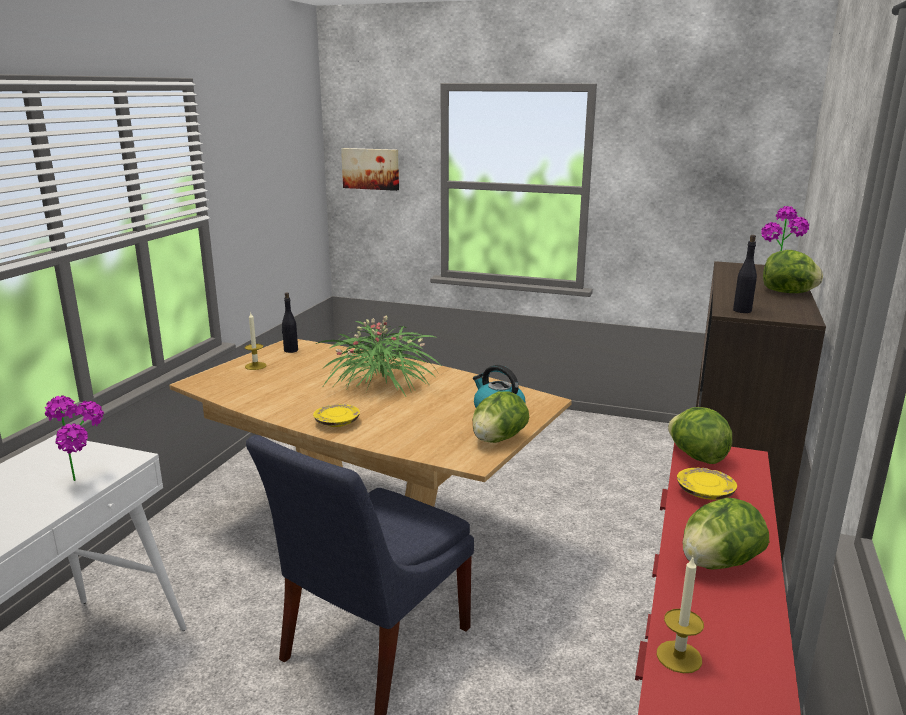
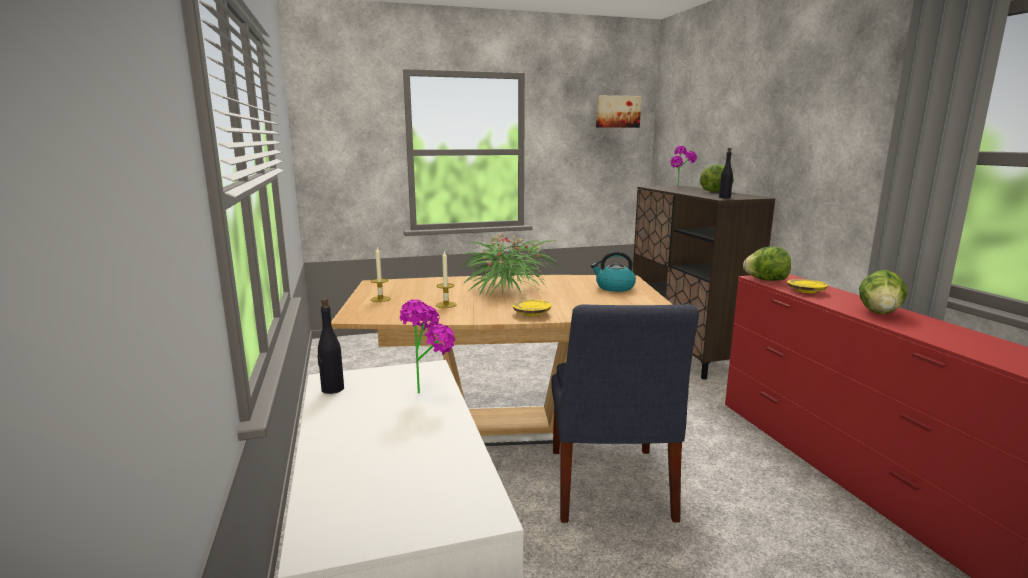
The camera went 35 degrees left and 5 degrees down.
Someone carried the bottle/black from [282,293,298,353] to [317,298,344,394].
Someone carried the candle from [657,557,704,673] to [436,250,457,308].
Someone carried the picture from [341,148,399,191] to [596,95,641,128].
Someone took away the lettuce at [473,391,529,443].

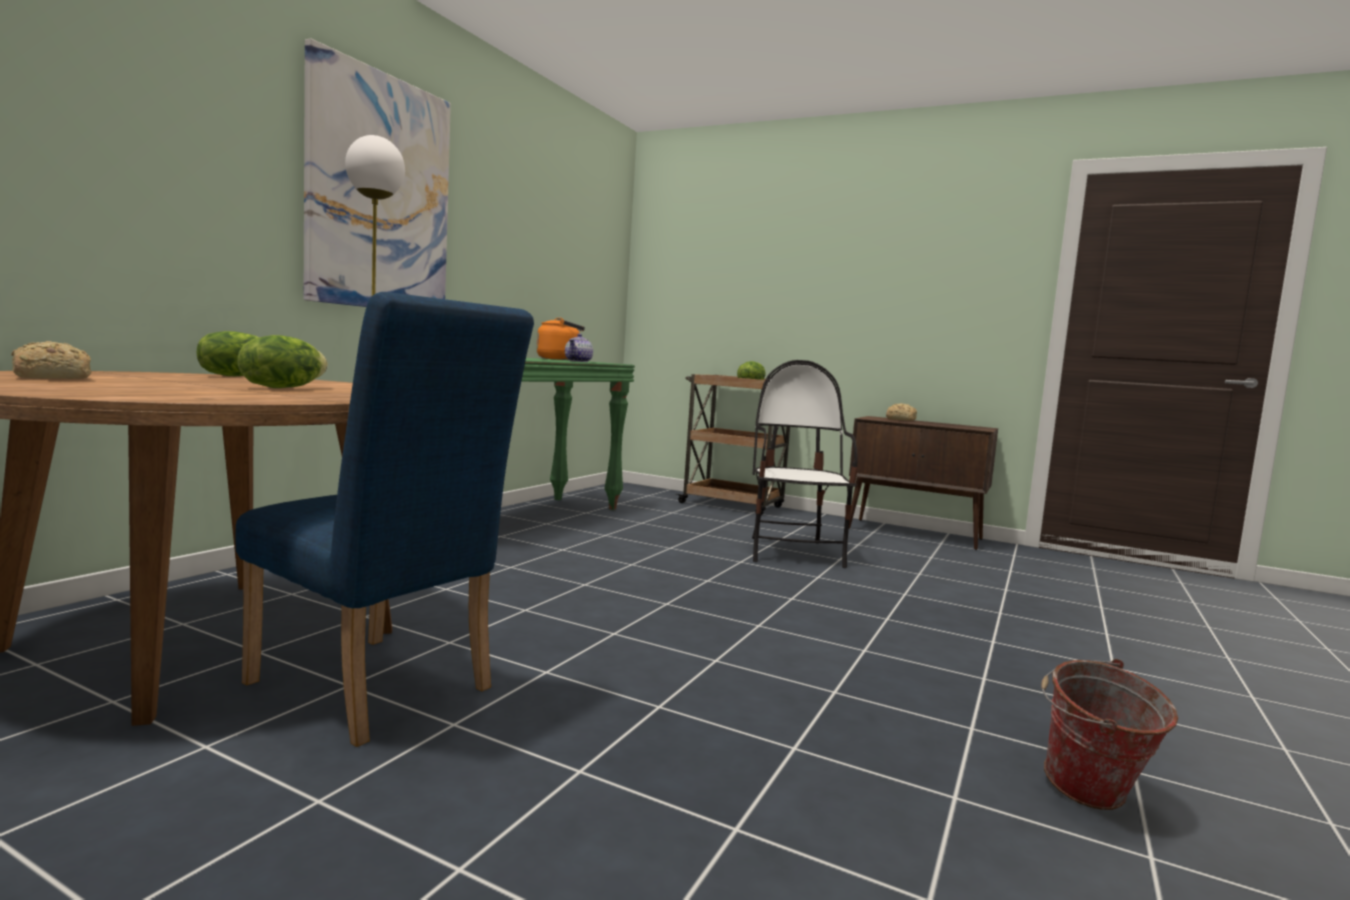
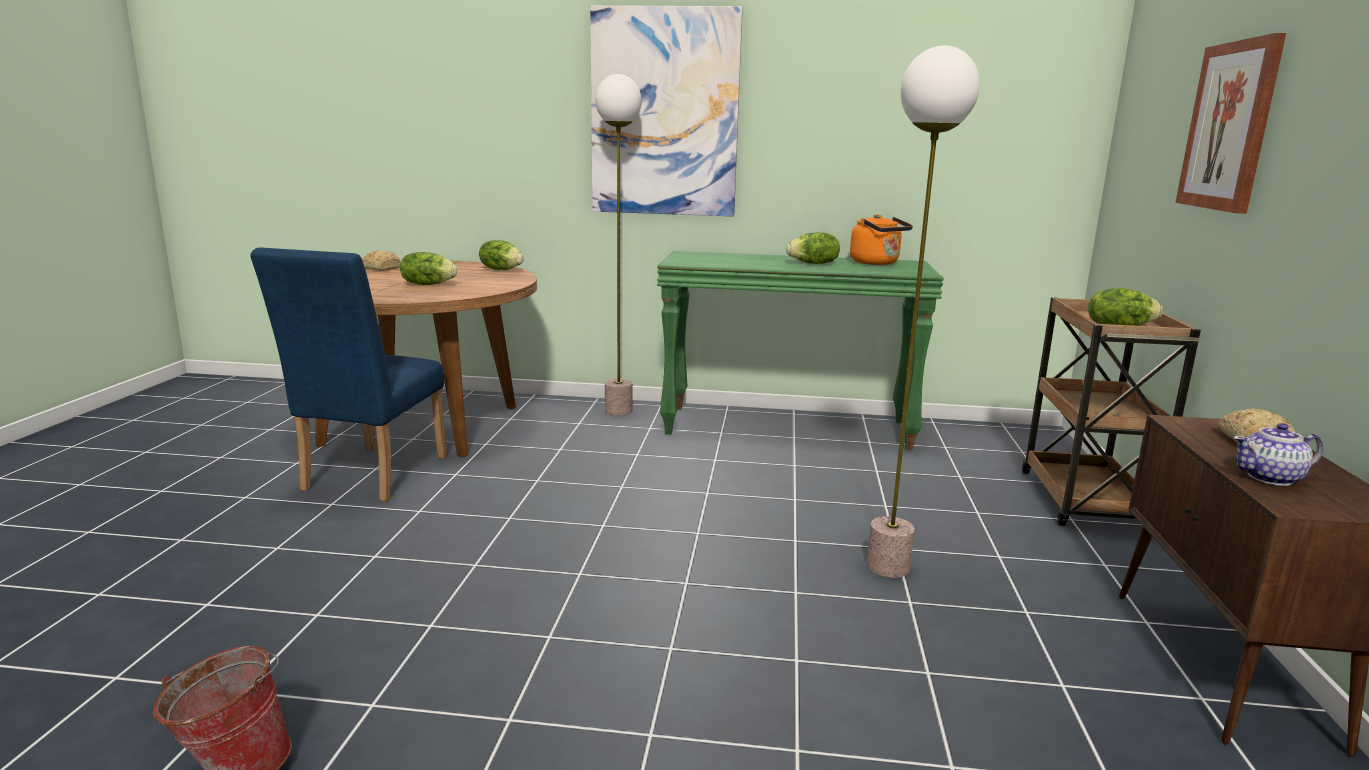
The camera went 70 degrees right and 10 degrees up.
Someone put down the lettuce at [786,232,840,264].
Someone swapped the chair at [752,360,858,568] for the floor lamp at [867,45,980,578].
Someone put up the picture at [1175,33,1286,214].
Someone carried the teapot from [565,334,593,362] to [1233,423,1323,486].

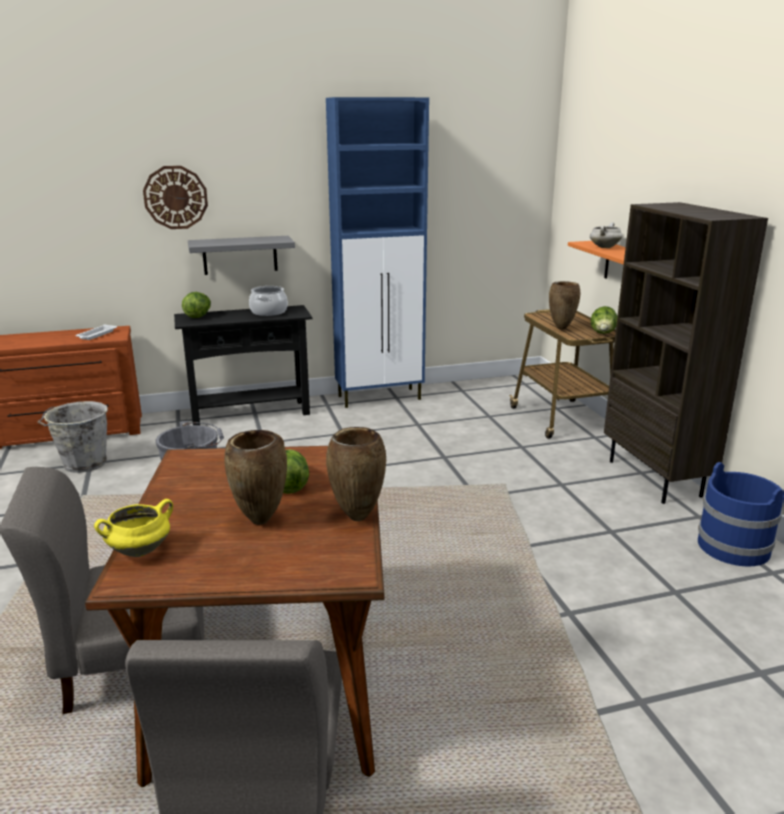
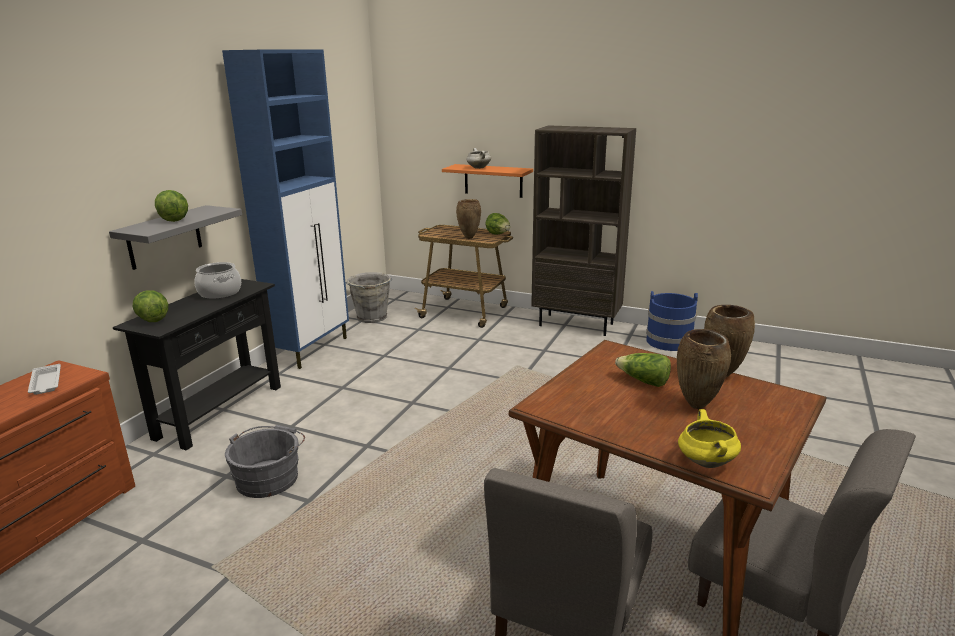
The camera went 50 degrees left and 0 degrees up.
Someone put down the lettuce at [155,190,188,222].
Someone carried the bucket/grey from [37,401,108,473] to [345,272,393,323].
Someone took away the wall clock at [143,166,208,229].

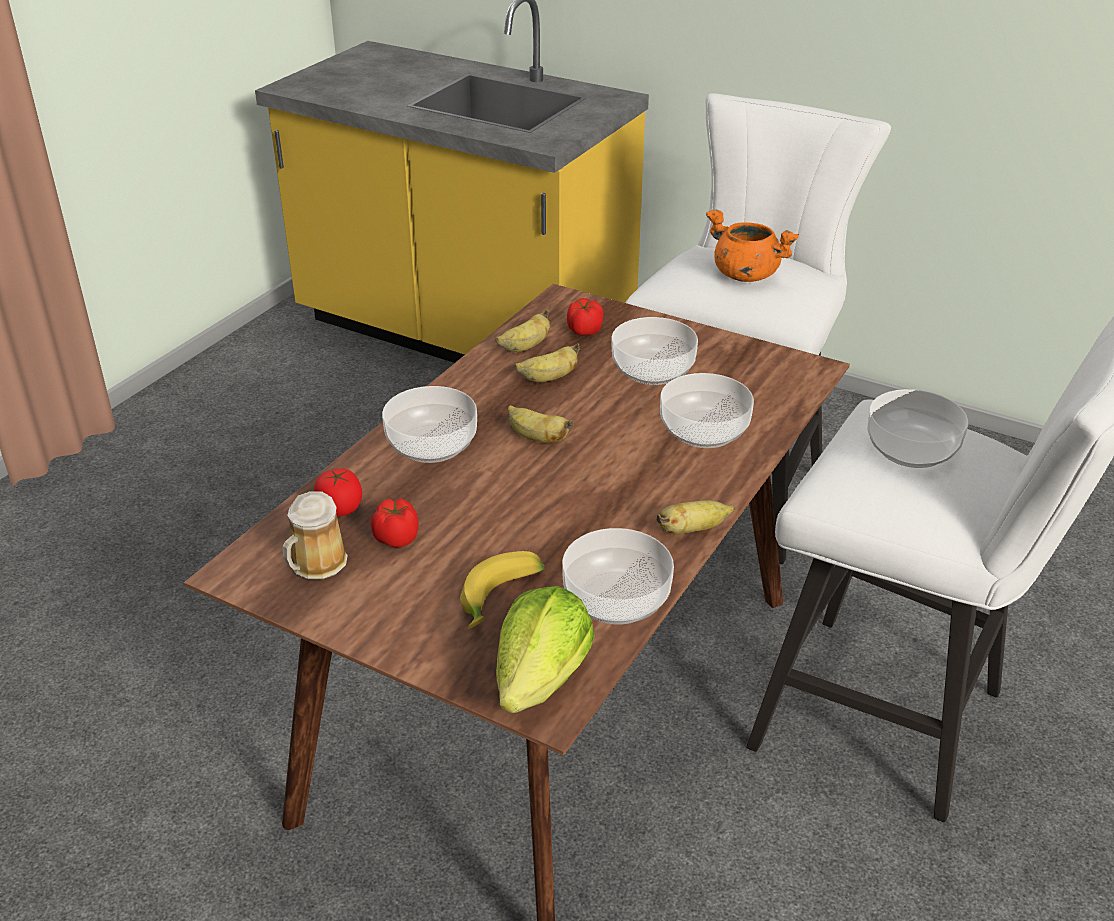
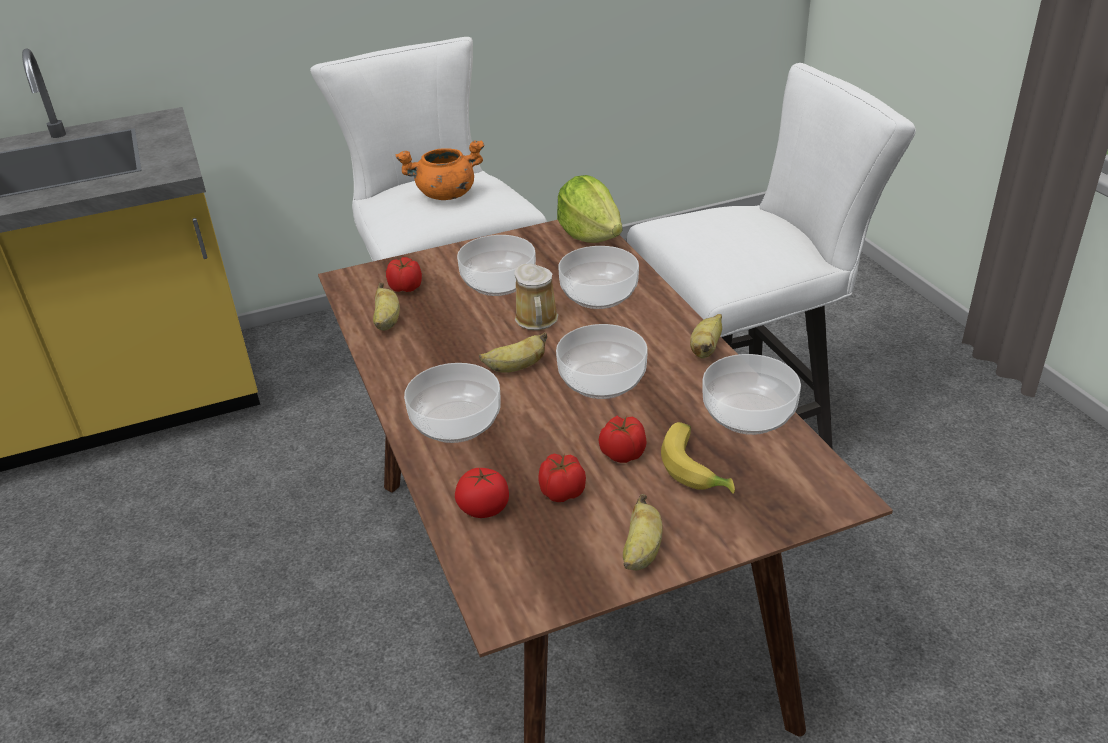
The camera went 50 degrees left and 0 degrees up.
Someone carried the mug from [283,491,348,580] to [514,263,558,330].
Someone carried the bowl from [867,389,968,468] to [556,324,648,399].
Someone carried the lettuce from [496,586,595,713] to [557,175,622,243].
Someone put down the tomato at [599,416,647,463].
Someone carried the banana from [514,343,580,382] to [623,494,663,570].

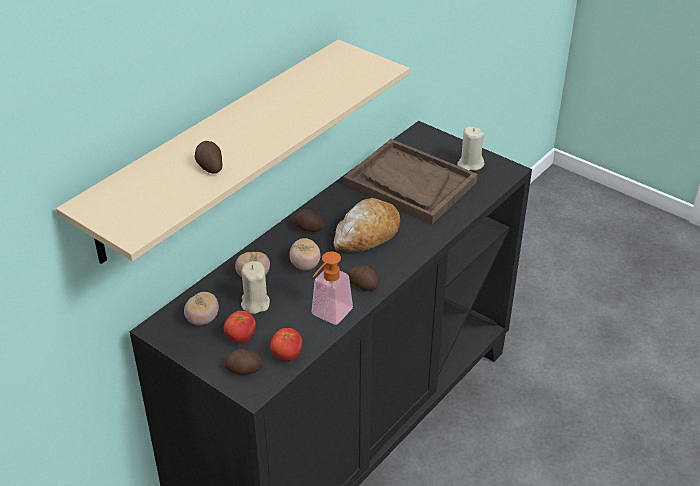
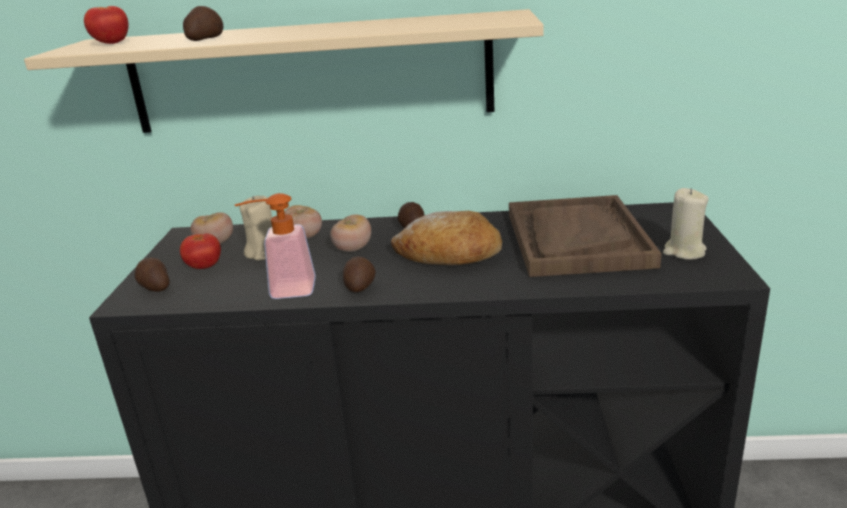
The camera went 55 degrees right and 15 degrees down.
Someone carried the tomato from [270,328,302,361] to [84,6,129,44].

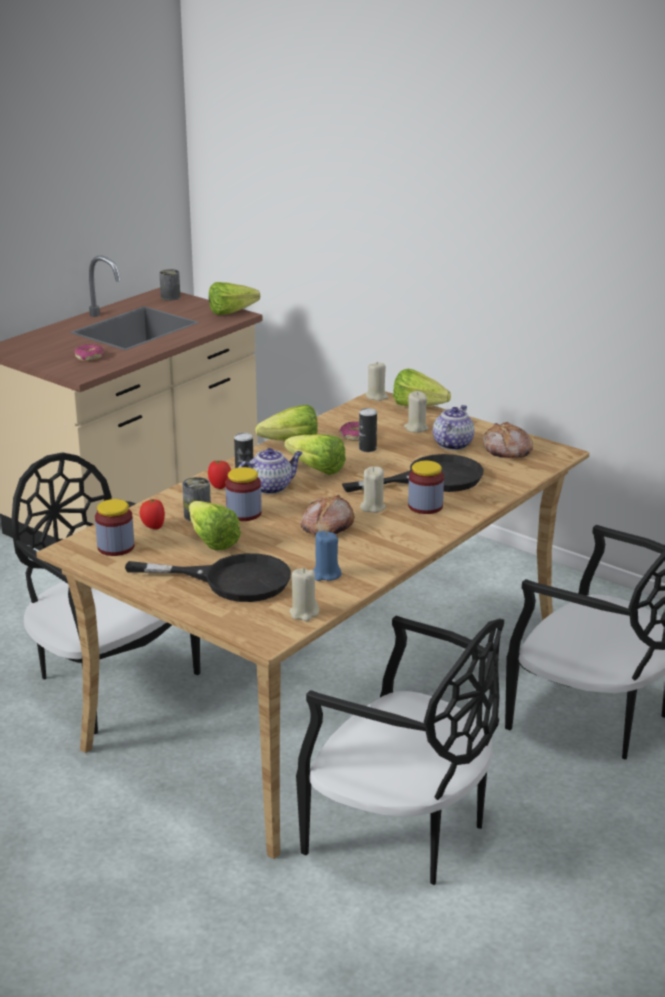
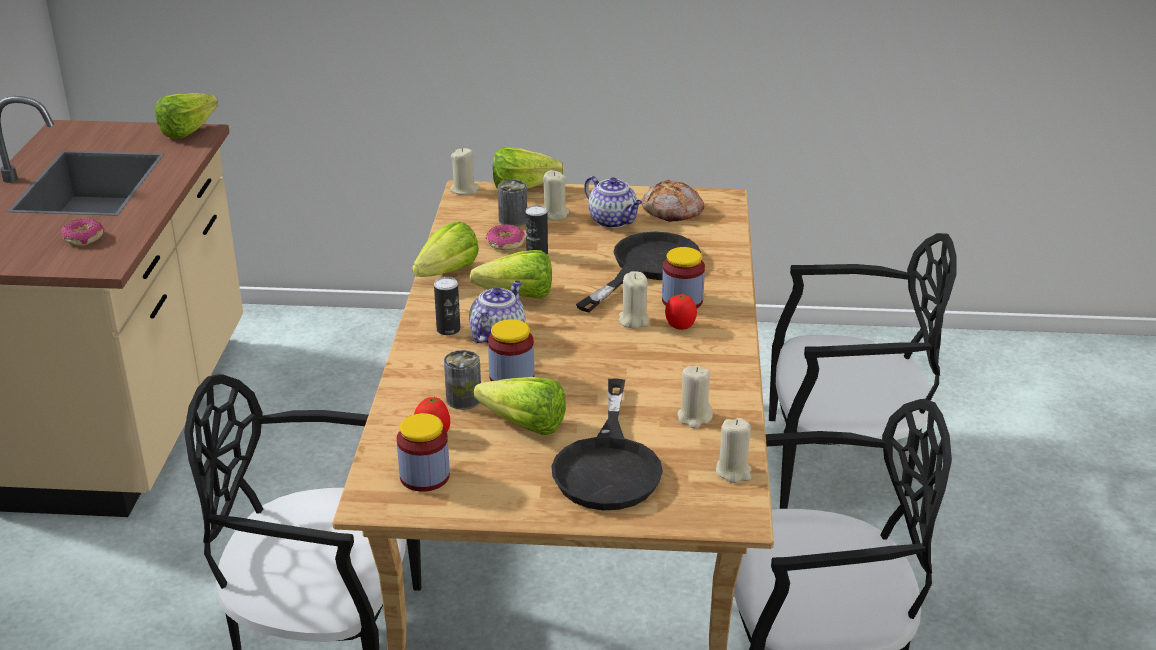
The camera went 35 degrees left and 5 degrees up.
Someone carried the can from [159,269,180,301] to [498,180,527,227].
Someone rotated the frying pan/black at [125,553,291,602] by 120 degrees clockwise.
Someone rotated the teapot at [433,405,475,450] by 150 degrees clockwise.
Someone carried the tomato from [208,460,231,489] to [665,294,697,330].
Someone repainted the candle/blue at [313,531,342,581], which became the candle/beige at [677,366,713,428].
Someone took away the bread at [301,495,355,534].

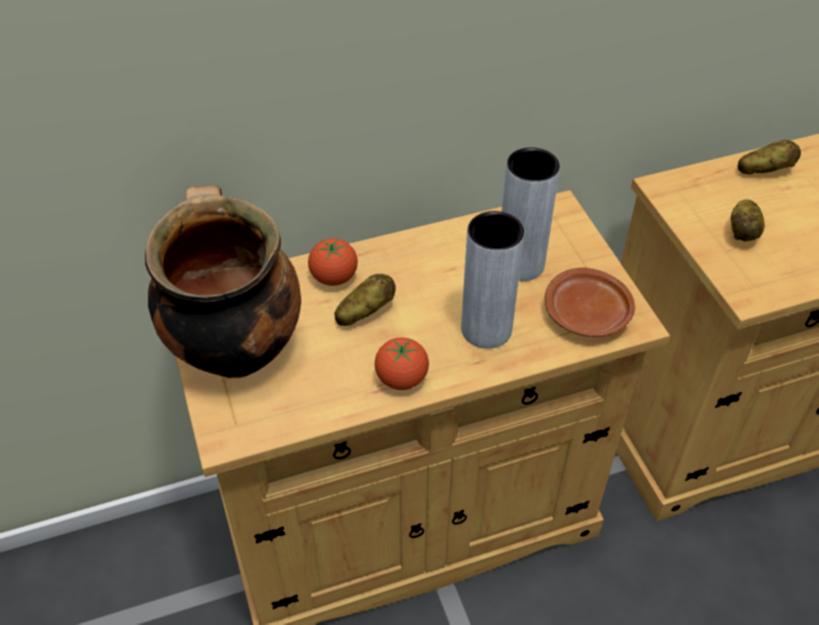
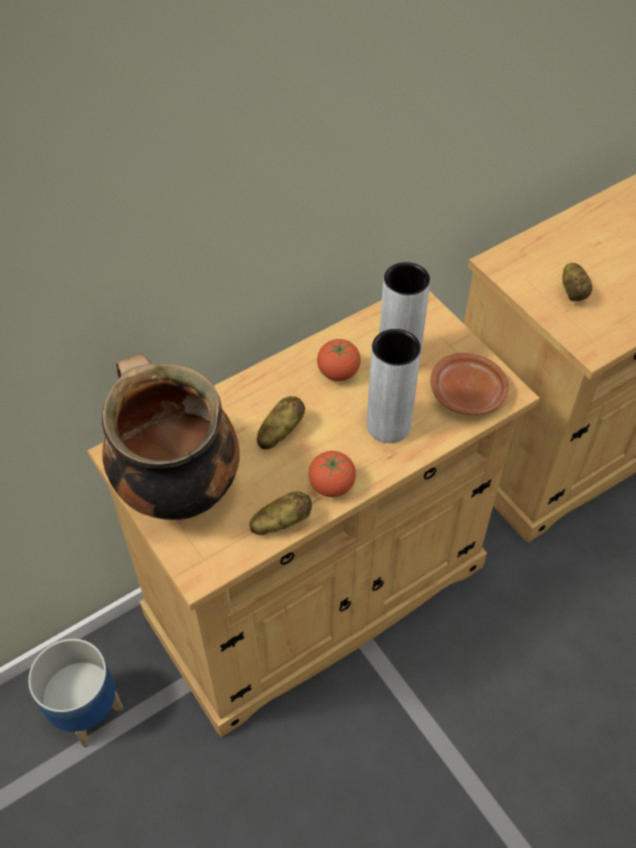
The camera went 15 degrees left and 5 degrees up.
Someone put down the planter at [28,639,123,747].
Someone carried the potato from [738,140,801,174] to [250,492,312,535].
Someone carried the tomato from [308,238,358,286] to [317,339,361,381].

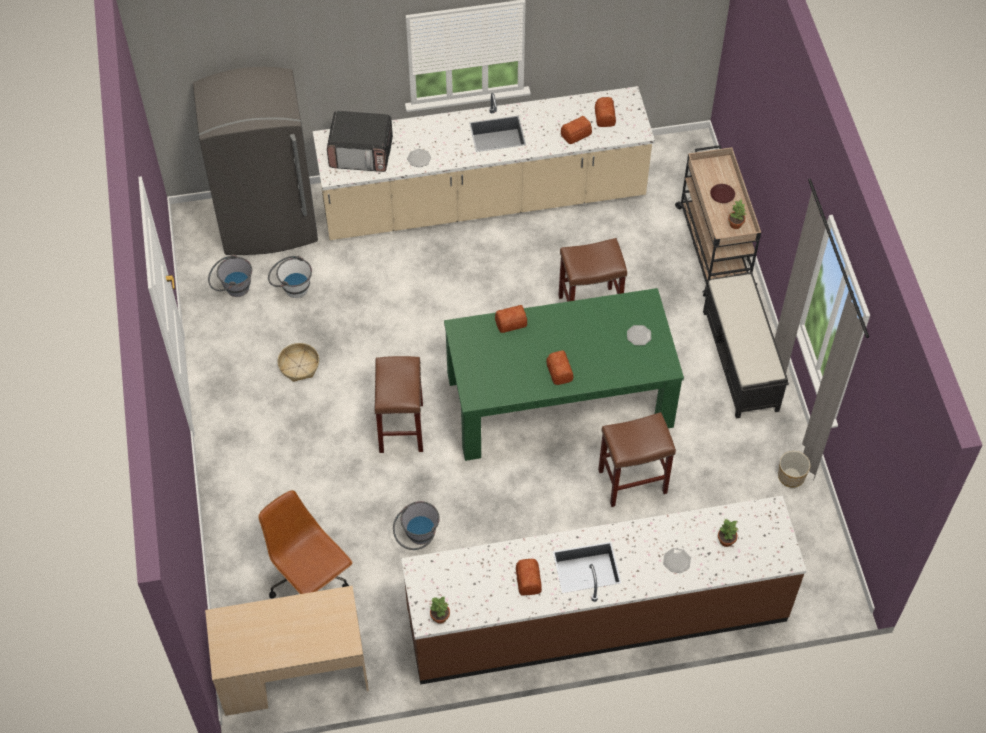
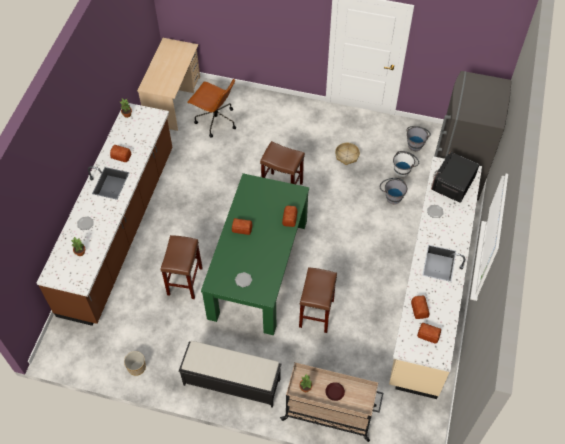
The camera went 115 degrees right and 0 degrees up.
Someone rotated the office chair/brown at [258,490,353,599] by 45 degrees clockwise.
Someone carried the bucket/grey from [393,501,440,550] to [380,178,407,205].

